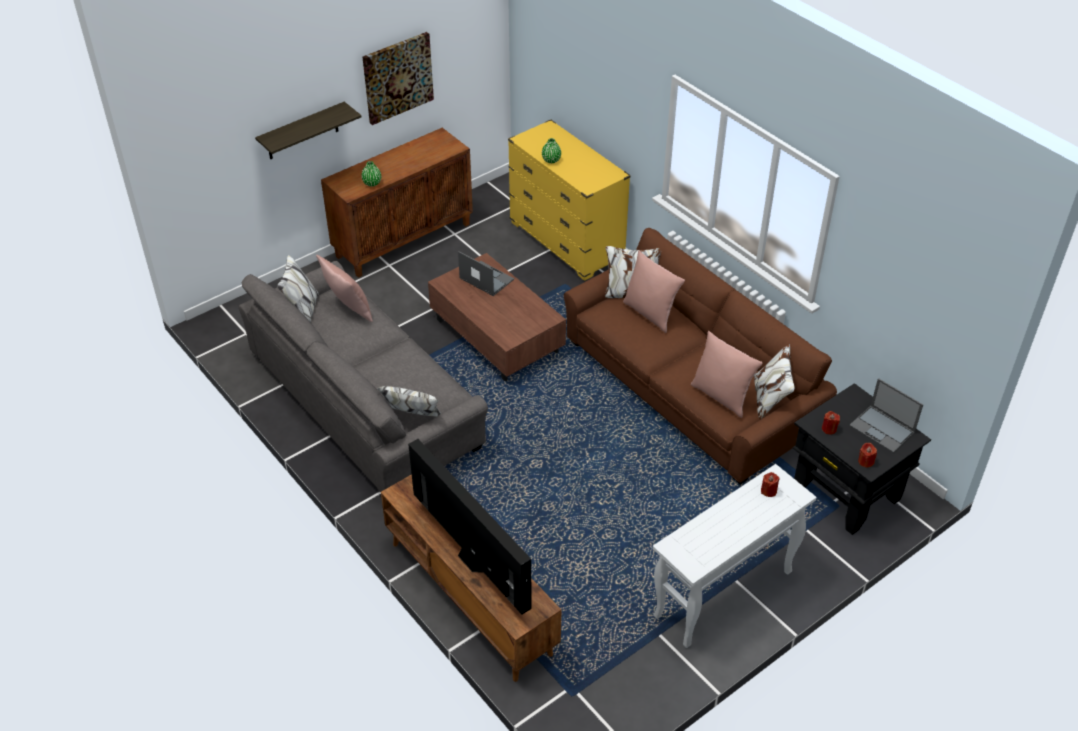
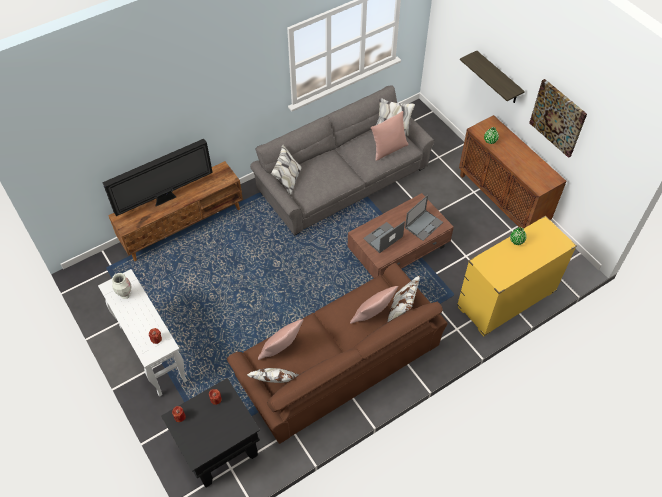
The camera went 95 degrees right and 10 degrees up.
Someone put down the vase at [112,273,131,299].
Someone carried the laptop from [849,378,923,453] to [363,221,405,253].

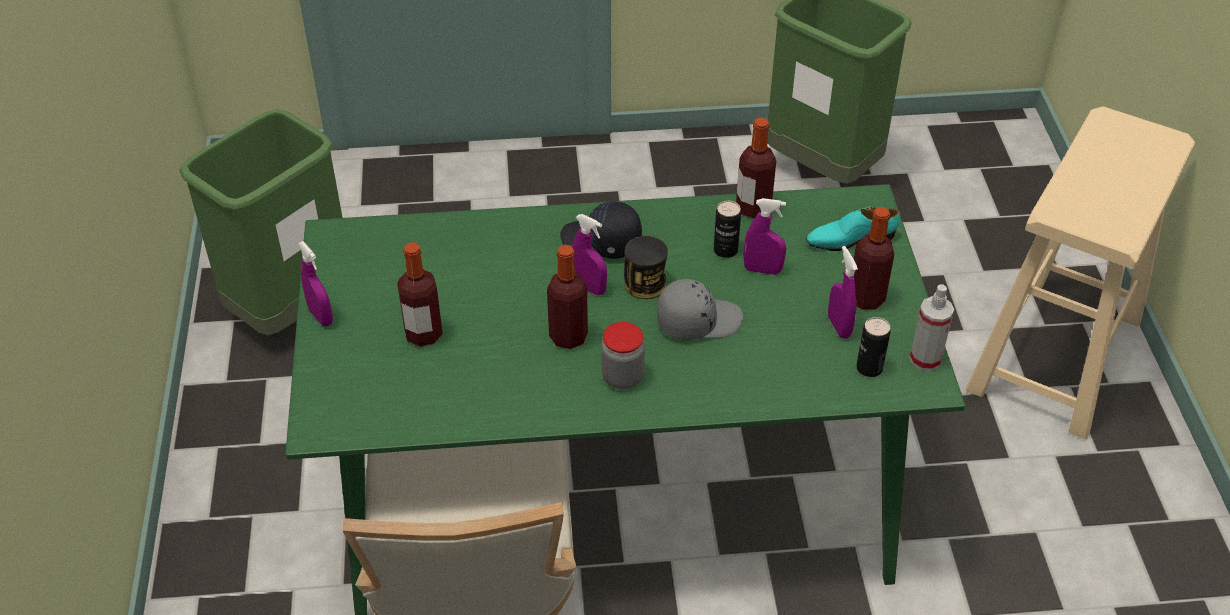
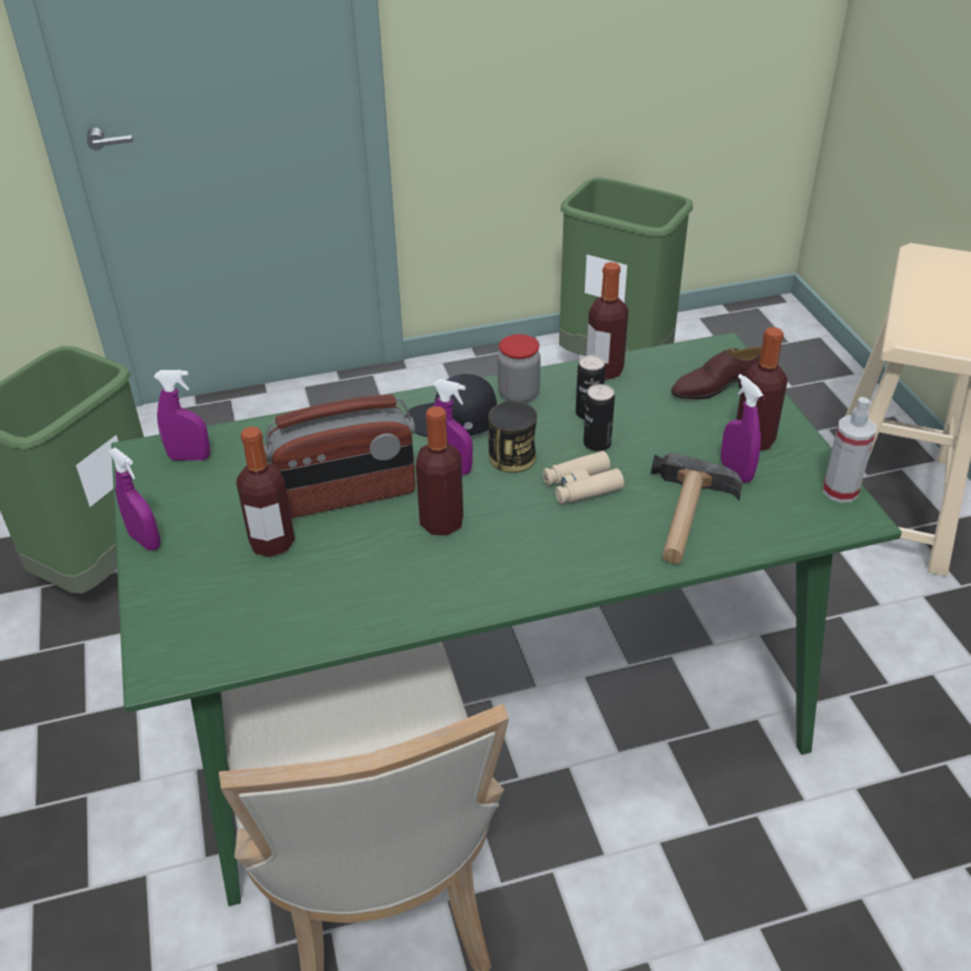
The camera went 10 degrees left and 5 degrees down.
Someone carried the spray bottle/purple from [743,198,786,275] to [154,370,210,461].
Someone put down the radio at [264,394,415,518].
Someone carried the jar from [601,322,645,389] to [498,334,541,403].
Someone swapped the cap/grey at [657,279,743,340] for the binoculars/beige at [543,451,624,504].
Someone carried the can from [856,317,890,377] to [583,384,615,451].
Someone put down the hammer at [651,453,743,564].
Someone repainted the shoe/turquoise at [806,207,900,251], which became the shoe/brown at [671,346,762,399].

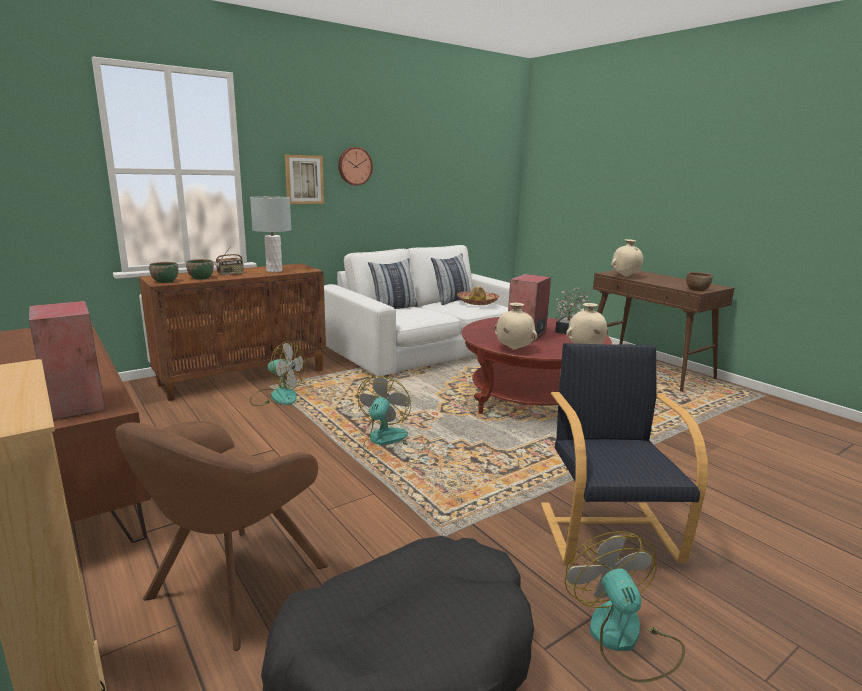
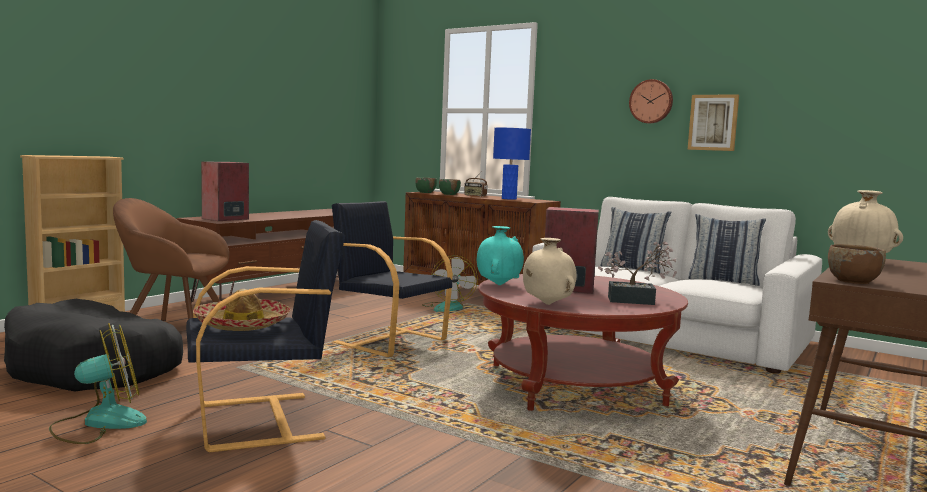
The camera went 70 degrees right and 10 degrees down.
Someone carried the hat from [457,286,499,305] to [193,289,291,331].
Someone swapped the fan at [357,376,411,456] for the armchair/black at [332,201,453,357].
Someone repainted the vase/beige at [494,303,537,350], which became the vase/turquoise at [477,226,524,285].
Someone repainted the table lamp/grey at [250,196,291,272], which became the table lamp/blue at [493,128,531,200].
Someone carried the picture from [285,155,324,204] to [688,94,739,151].

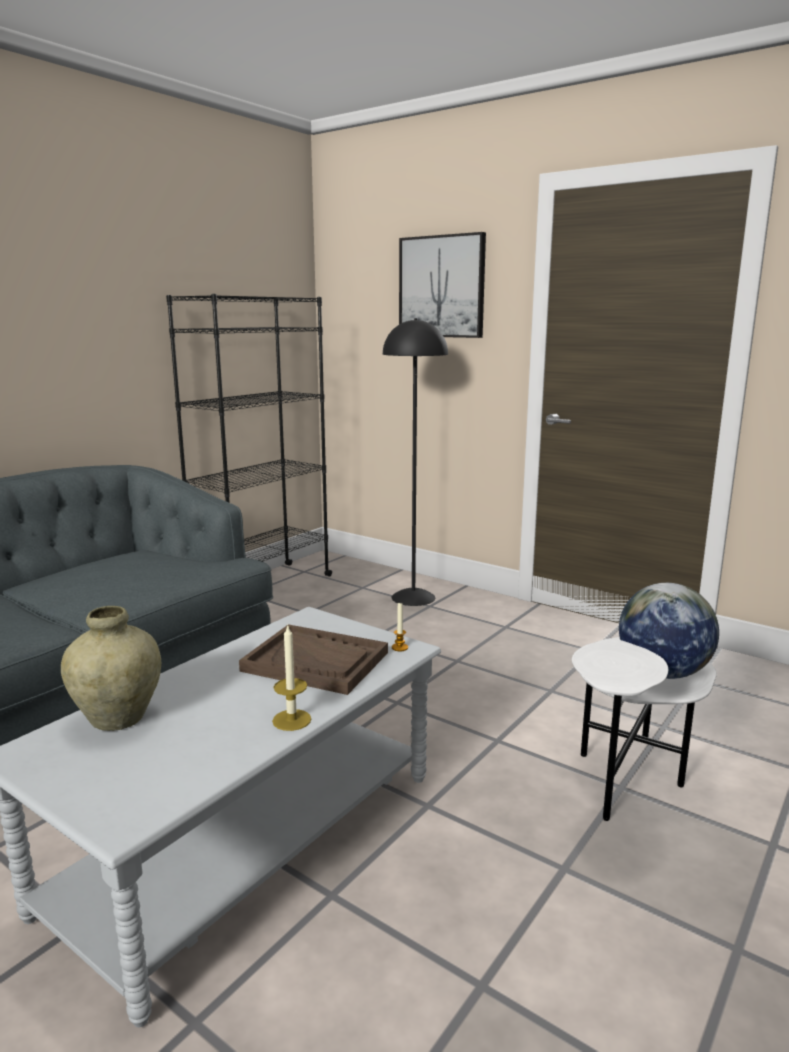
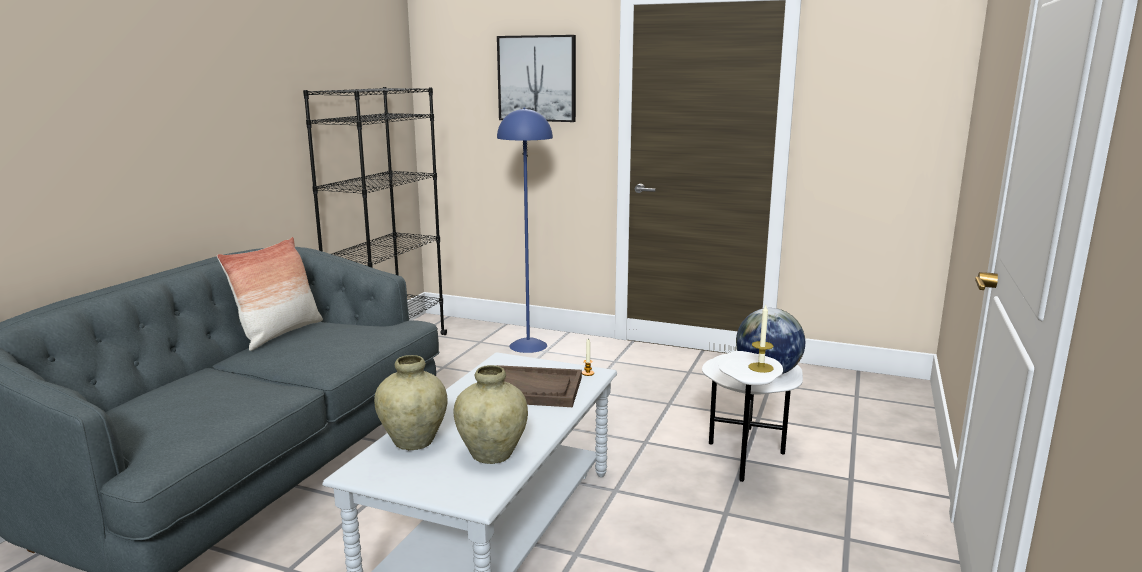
The camera went 15 degrees left and 0 degrees up.
Someone put down the pillow at [217,237,323,351].
Someone put down the vase/beige at [453,365,528,464].
Someone repainted the floor lamp/black at [383,318,448,606], which became the floor lamp/blue at [497,107,553,353].
Someone carried the candle from [272,624,311,731] to [748,305,774,373].

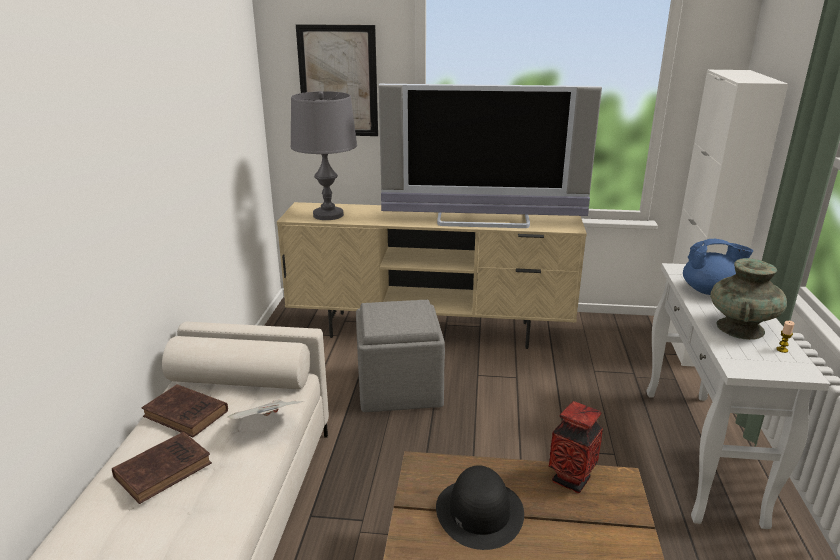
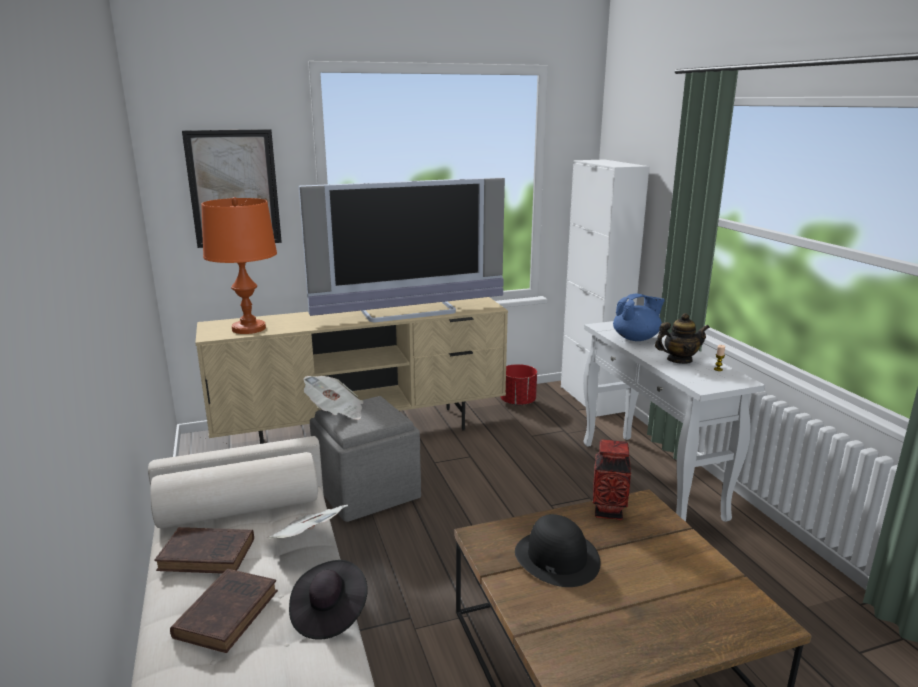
The camera went 25 degrees left and 5 degrees down.
Someone repainted the table lamp/grey at [291,91,357,220], which became the table lamp/orange at [201,197,277,334].
Someone put down the hat/black at [289,560,368,640].
Someone put down the newspaper at [304,376,363,420].
Someone put down the planter/red at [500,364,537,406].
Someone swapped the vase/turquoise at [710,258,787,340] for the teapot at [655,313,710,364].

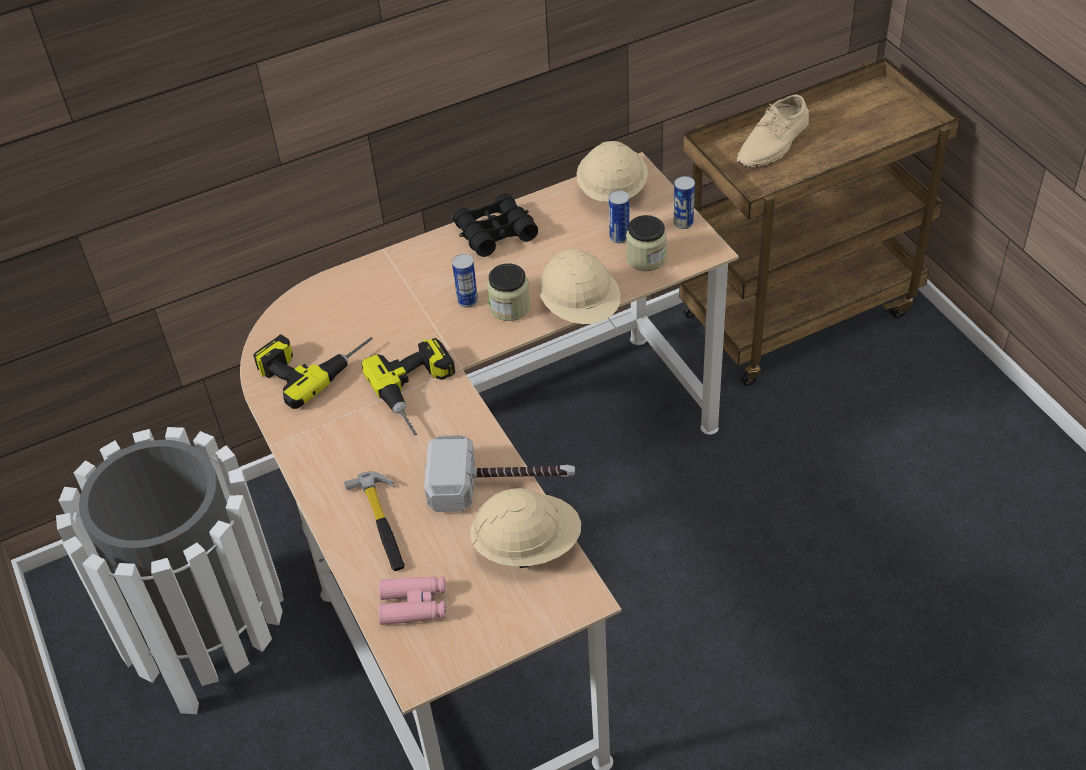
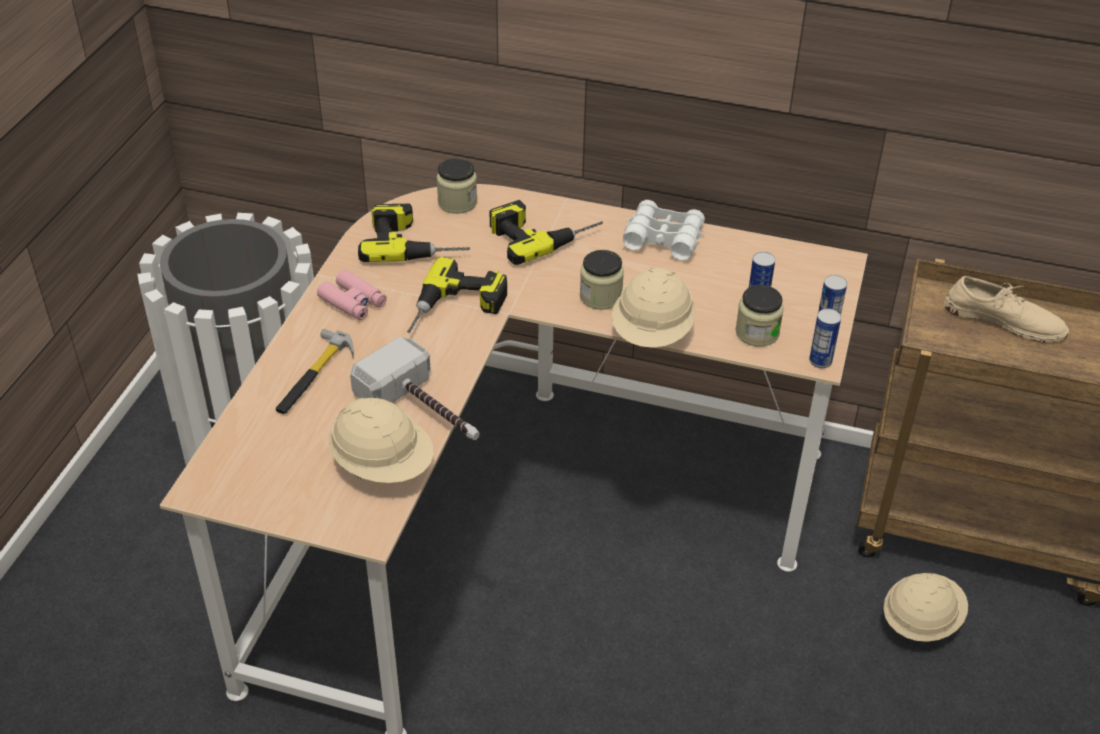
The camera went 40 degrees right and 5 degrees down.
Someone carried the binoculars/pink from [378,576,446,625] to [317,269,387,320].
Someone put down the jar at [436,158,477,214].
Someone put down the power drill at [489,200,603,265].
Someone repainted the binoculars/black at [453,193,538,257], which became the binoculars/white at [623,200,705,260].
Someone carried the can from [452,254,478,308] to [809,308,841,368].
Someone carried the hard hat/beige from [576,141,648,202] to [883,573,968,642].
Someone rotated the shoe/beige at [737,94,809,168] by 150 degrees counterclockwise.

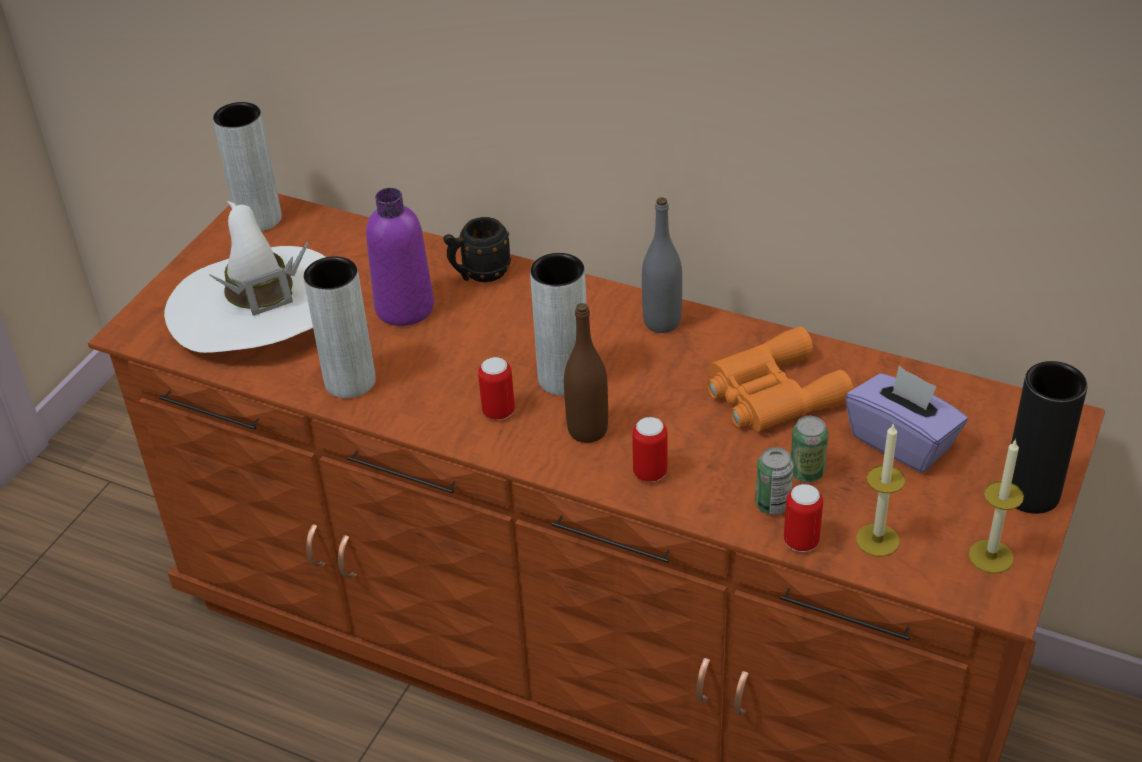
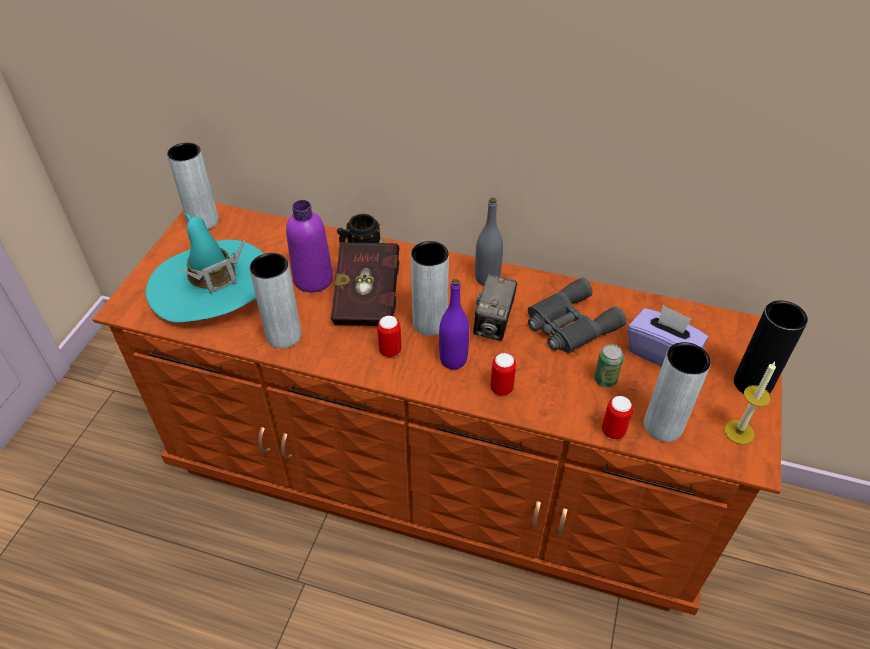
The camera went 10 degrees left and 5 degrees up.
Someone repainted the hat/white at [164,201,326,353], which became the hat/turquoise at [146,213,264,322].
Someone put down the book/red at [331,236,399,326].
Someone repainted the bottle/brown at [564,303,608,443], which became the bottle/purple at [439,279,469,369].
Someone put down the photo camera at [473,274,517,341].
Someone repainted the binoculars/orange at [707,326,854,431], which became the binoculars/grey at [528,278,626,353].
Someone swapped the candle at [856,423,905,556] for the vase/grey at [644,342,711,442].
Someone took away the can at [755,447,794,515].

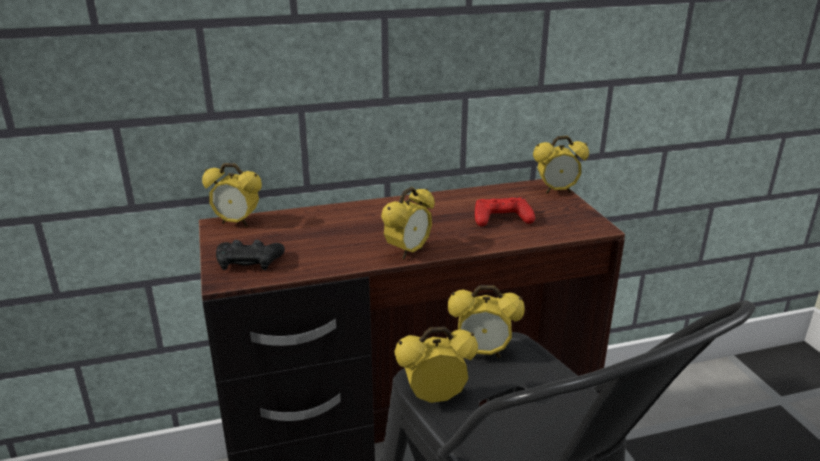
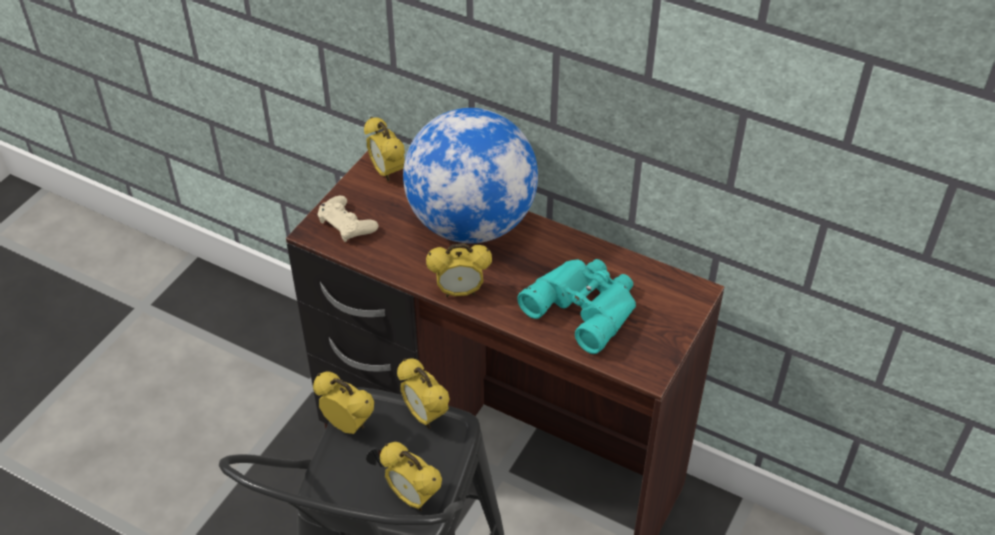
The camera went 45 degrees right and 20 degrees up.
Someone repainted the game controller/black at [216,240,285,271], which became the game controller/beige at [317,196,378,242].
Someone carried the alarm clock from [533,136,589,194] to [380,442,442,511].
Someone put down the globe at [403,108,538,243].
Someone swapped the game controller/red at [475,197,535,227] for the binoculars/turquoise at [517,259,636,354].

